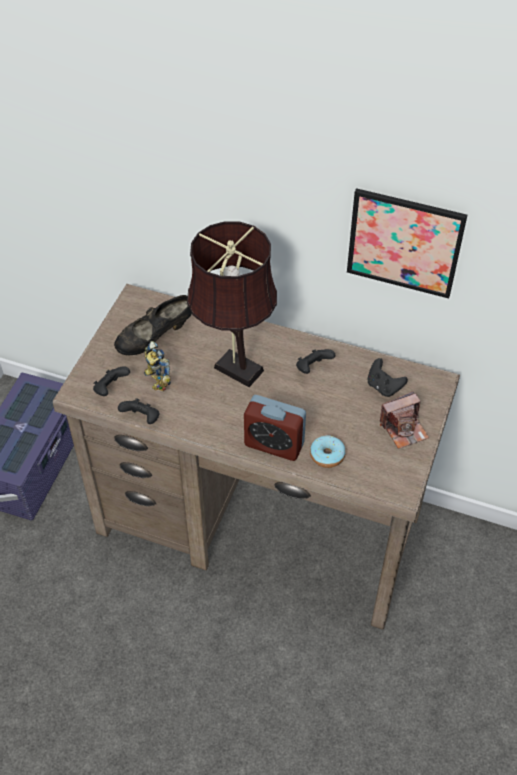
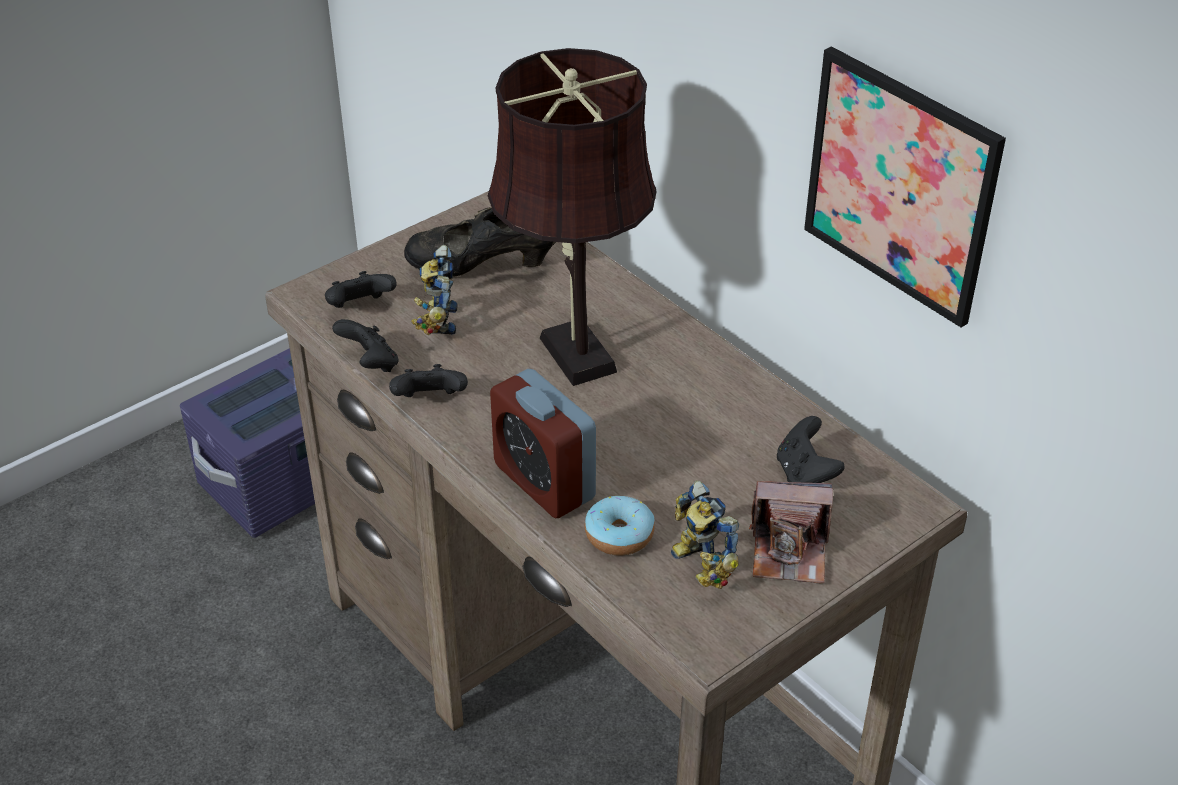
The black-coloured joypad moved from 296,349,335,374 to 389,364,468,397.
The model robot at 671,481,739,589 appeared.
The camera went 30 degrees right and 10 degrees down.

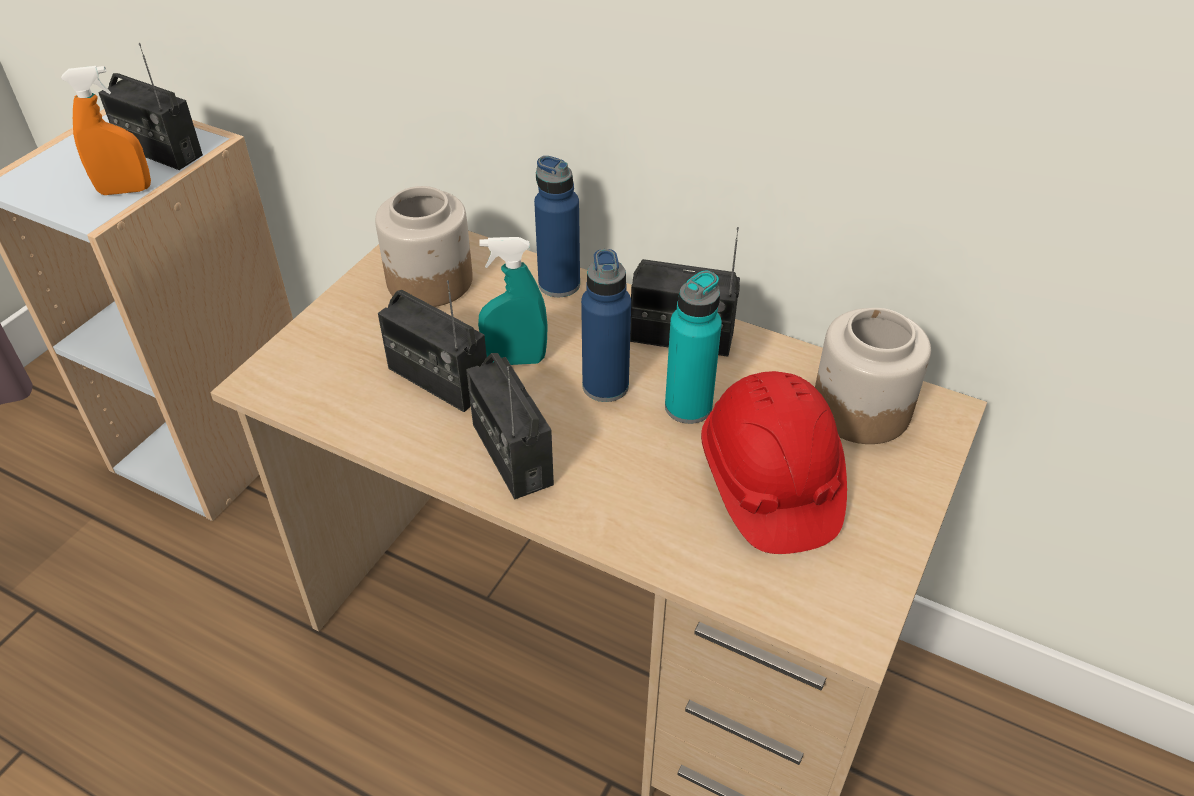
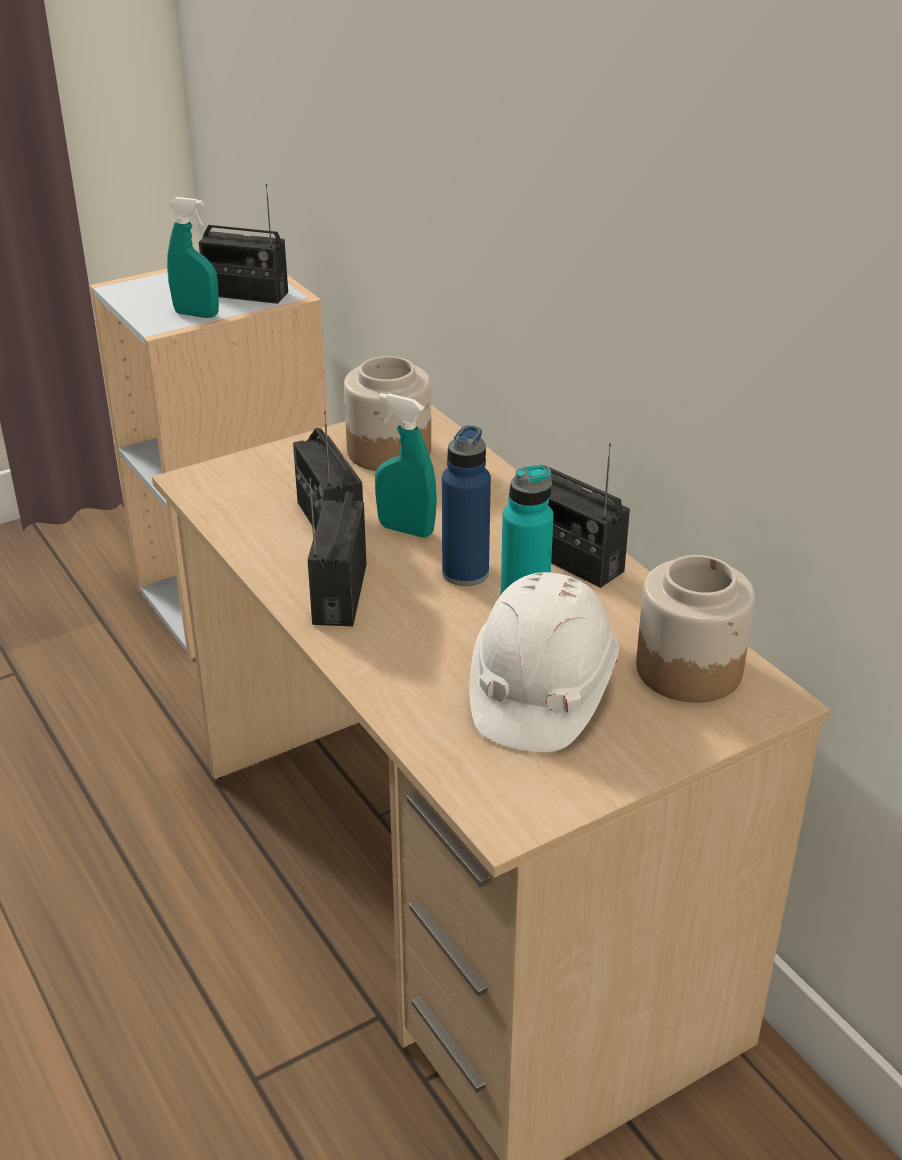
The orange-coloured spray bottle at 61,66,151,195 became the blue-green spray bottle at 167,197,219,318.
The radio receiver at 98,43,203,170 turned 45 degrees counterclockwise.
The blue-coloured drink bottle at 534,156,580,297 disappeared.
The red work helmet at 701,371,847,554 became the whitish work helmet at 470,572,619,753.
The camera went 30 degrees right and 10 degrees down.

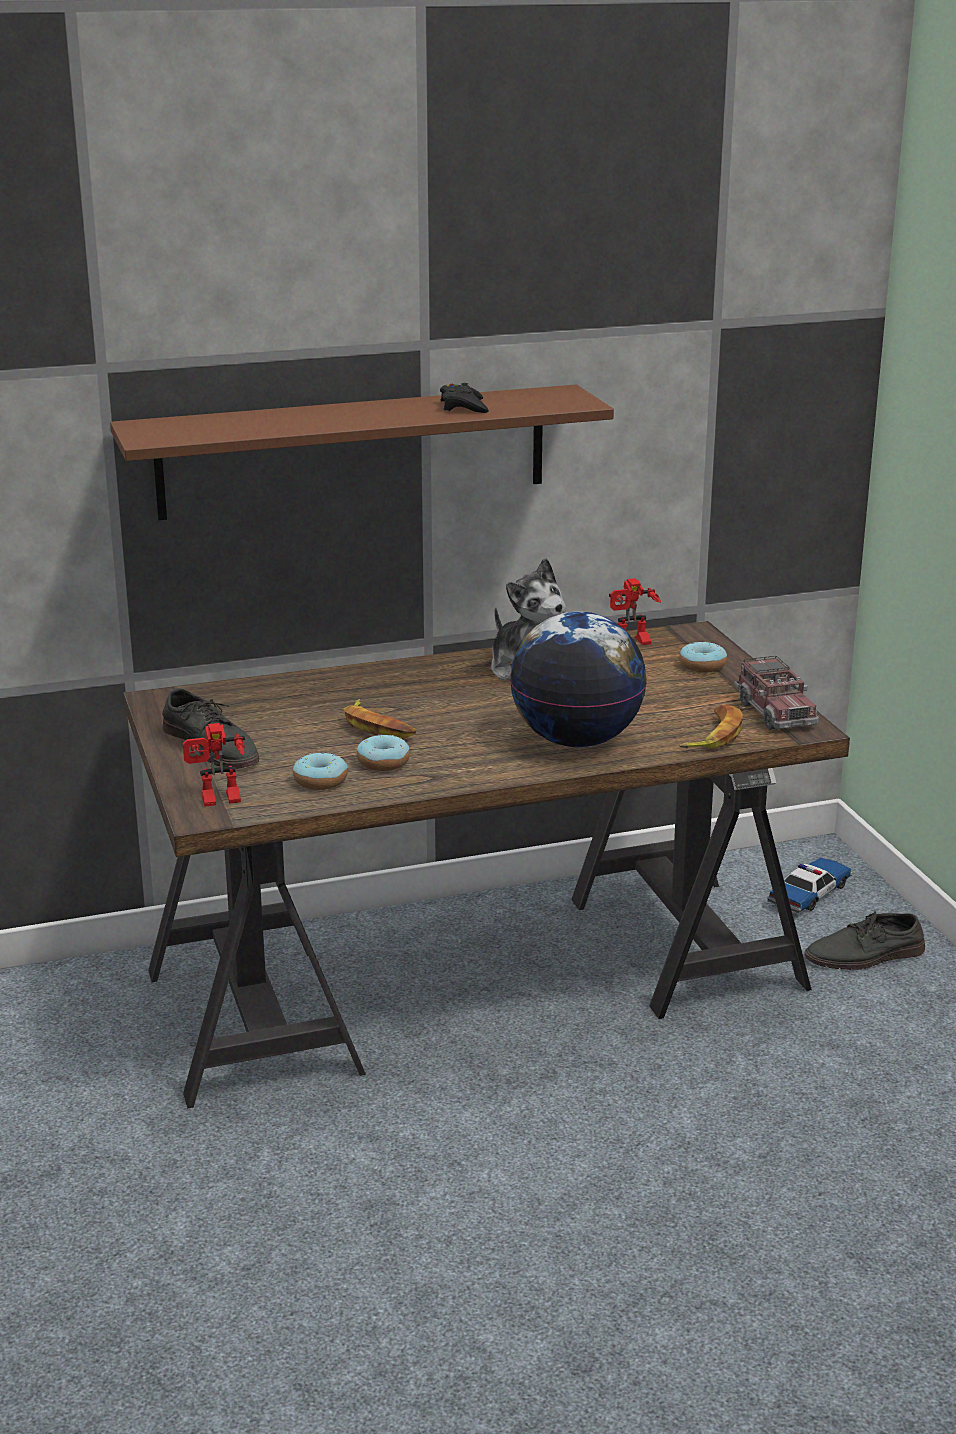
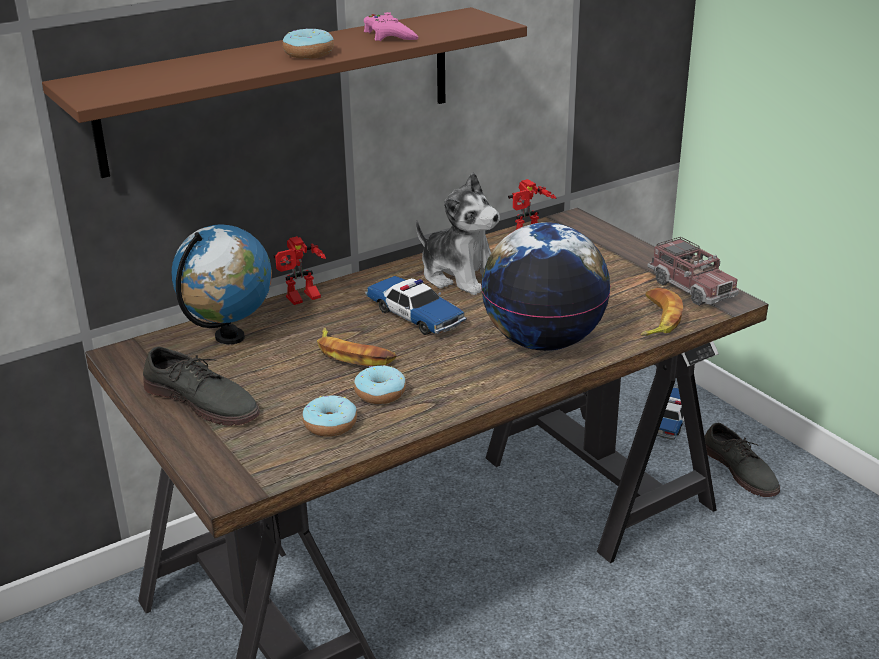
The model robot moved from 183,723,245,806 to 274,236,326,305.
The black-coloured joypad at 440,383,489,413 became the pink-coloured joypad at 364,12,418,41.
The donut moved from 679,642,727,672 to 283,28,334,59.
The greyish low shoe at 804,911,925,970 turned 90 degrees counterclockwise.
The desk globe at 172,224,272,344 appeared.
The miniature car at 365,276,467,335 appeared.
The camera went 15 degrees left and 5 degrees up.

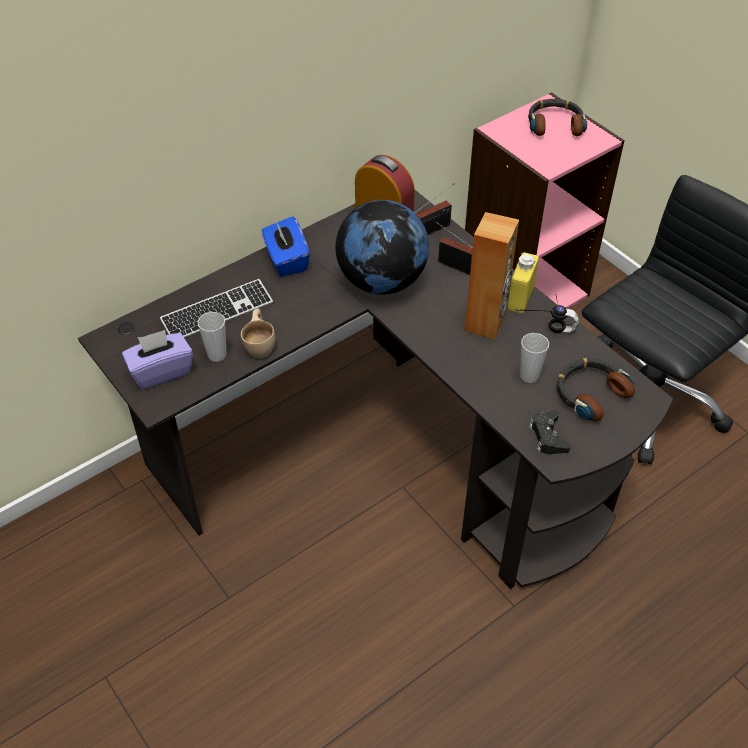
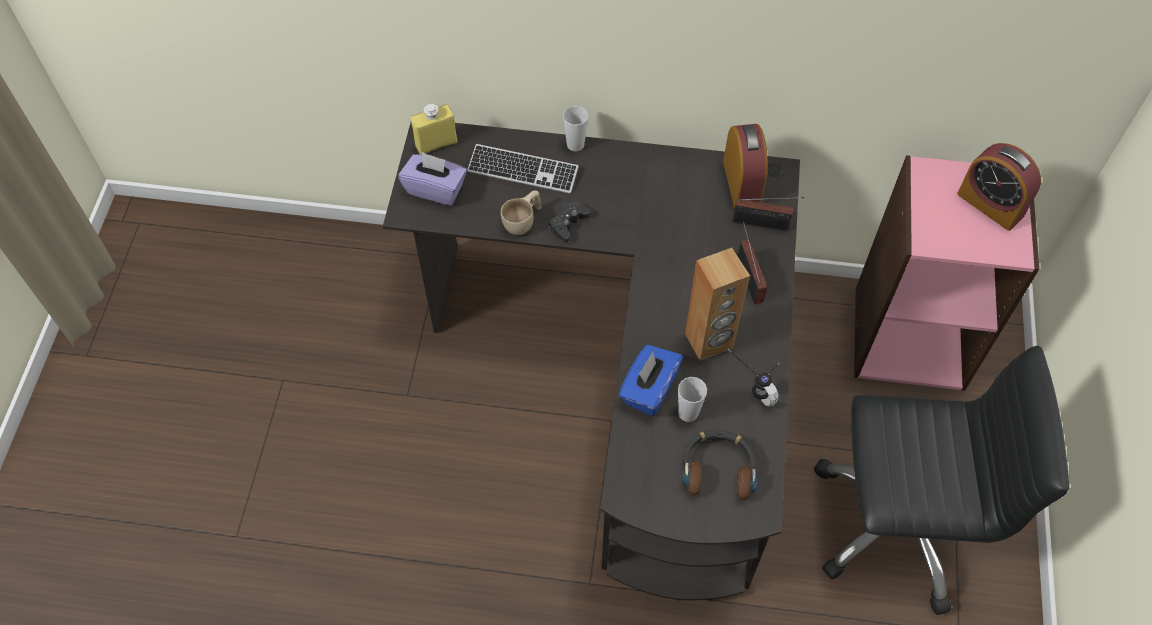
The small cup moved from 198,312,227,362 to 563,106,588,152.
The blue-coloured box of tissues moved from 262,216,310,277 to 619,345,683,416.
The desk globe at 336,200,429,294 disappeared.
The yellow-coloured drink bottle moved from 507,252,539,314 to 411,104,457,155.
The headphones at 528,99,587,136 was replaced by the alarm clock at 957,143,1041,231.
The black-coloured joypad moved from 529,410,571,454 to 549,201,591,243.
The camera went 45 degrees right and 10 degrees up.

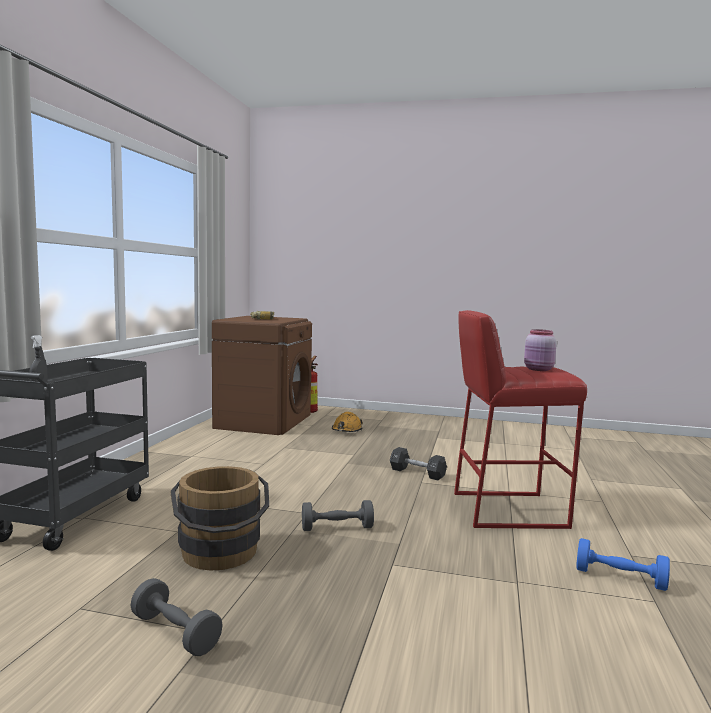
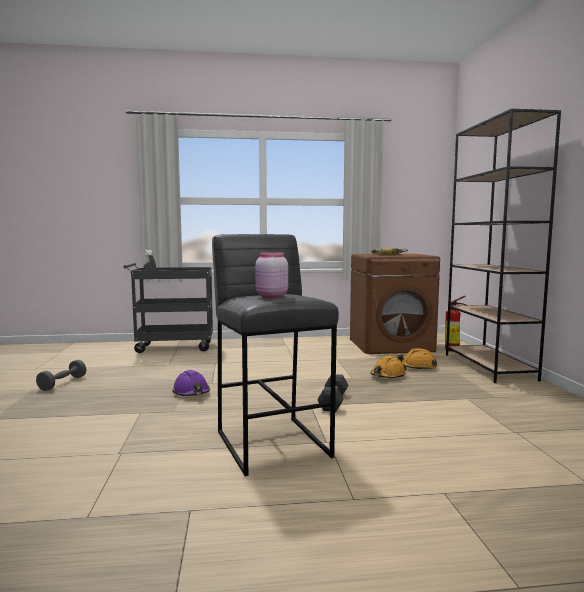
The brown-coloured pail at 170,466,269,571 disappeared.
The greyish dumbbell at 302,500,374,531 was replaced by the purple work helmet at 172,370,210,396.
The red stool seat at 454,310,587,529 became the greyish stool seat at 212,234,339,476.
The blue-coloured dumbbell at 576,538,670,591 disappeared.
The orange-coloured work helmet at 370,356,407,378 appeared.
The sand-coloured bookcase at 446,109,561,383 appeared.
The camera went 70 degrees right and 0 degrees up.

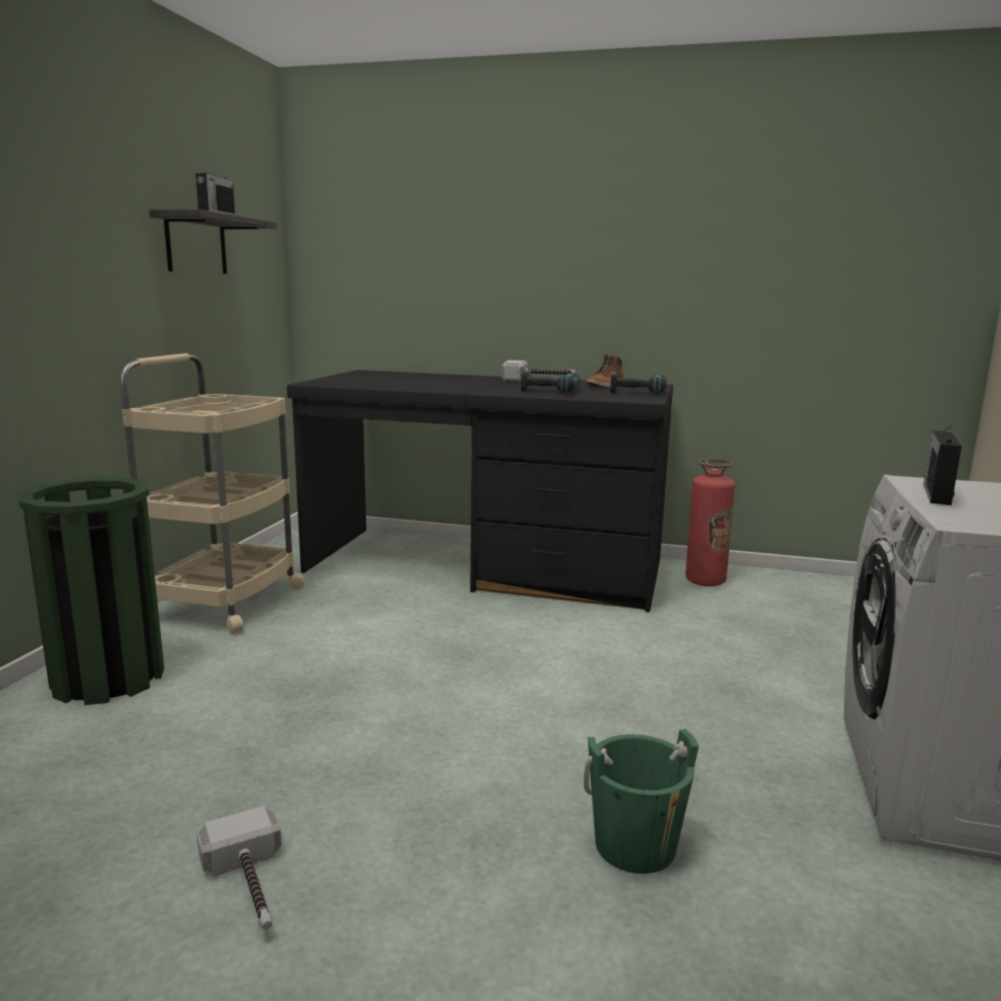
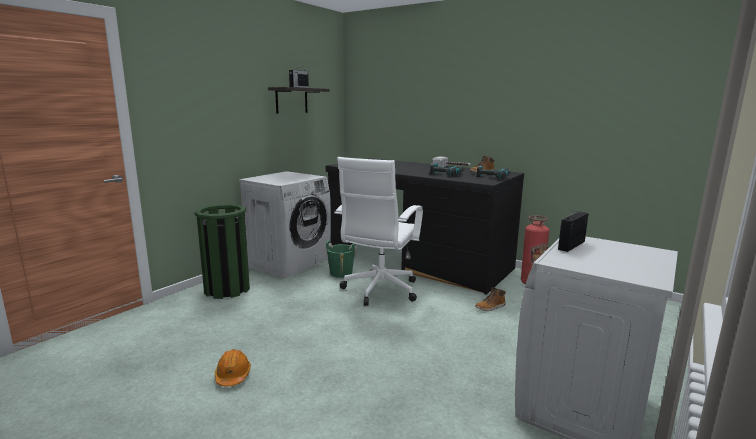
The sand-coloured trolley at 120,353,305,634 was replaced by the whitish washing machine at 239,171,331,278.
The tool hammer at 197,806,282,930 was replaced by the orange-coloured work helmet at 215,349,251,387.
The green pail moved from 584,729,699,874 to 326,240,357,278.
The whitish desk chair at 334,157,423,306 appeared.
The high-top boot at 475,287,506,311 appeared.
The camera went 20 degrees right and 0 degrees up.

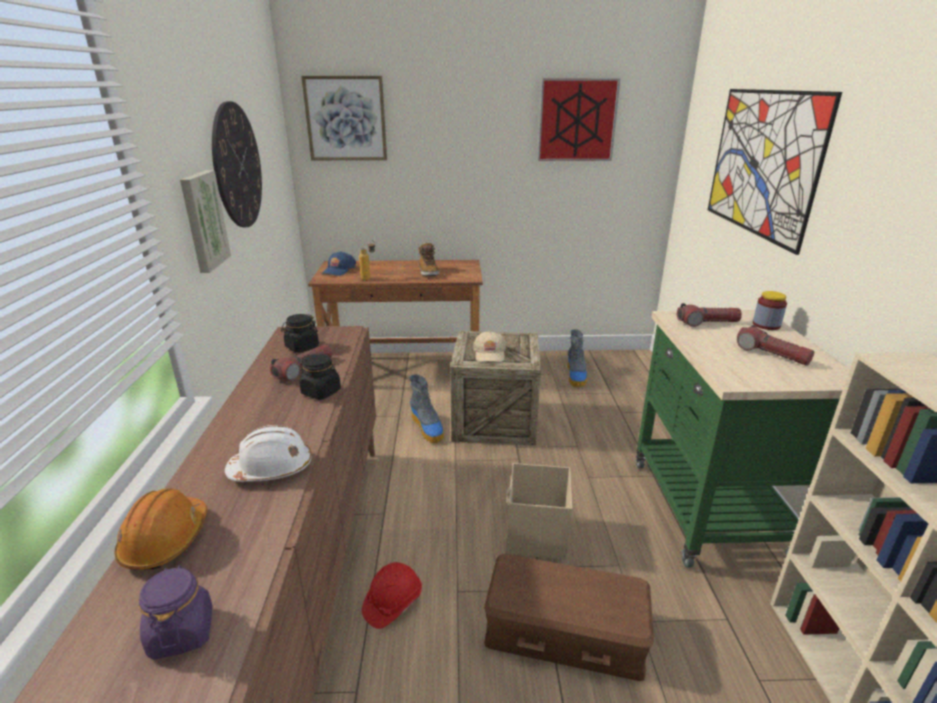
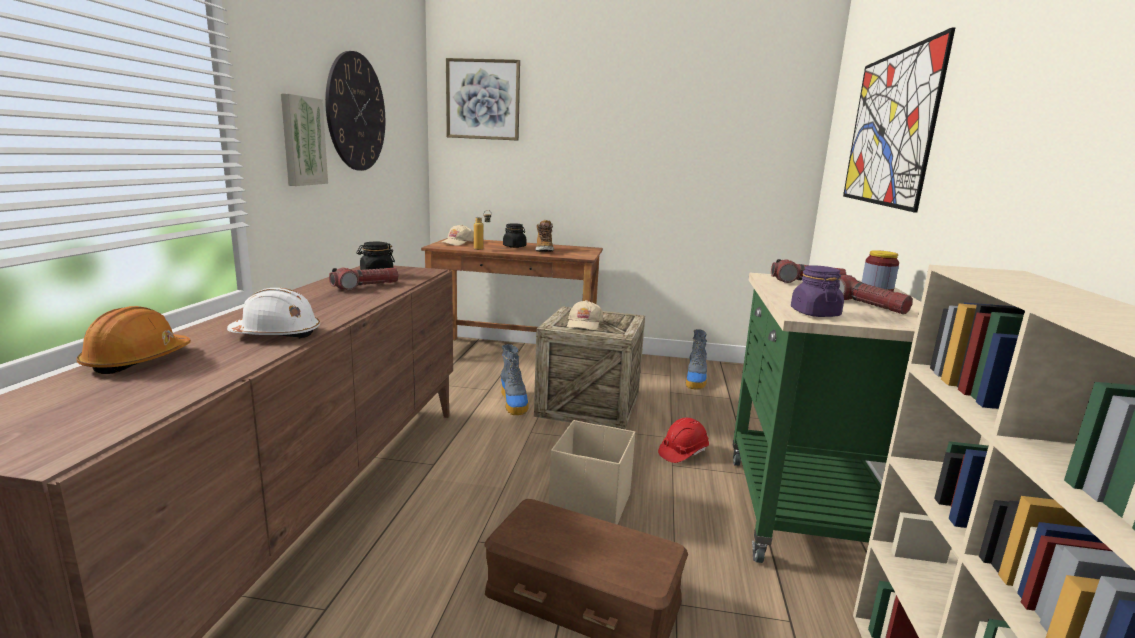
The purple preserve jar moved from 139,565,213,660 to 791,265,844,317.
The black-coloured preserve jar moved from 299,354,341,400 to 503,223,526,248.
The blue-coloured baseball cap at 322,251,356,276 became the sand-coloured baseball cap at 440,225,474,246.
The red work helmet moved from 362,562,422,629 to 658,418,709,463.
The picture at 538,79,620,161 disappeared.
The camera went 10 degrees right and 10 degrees down.

